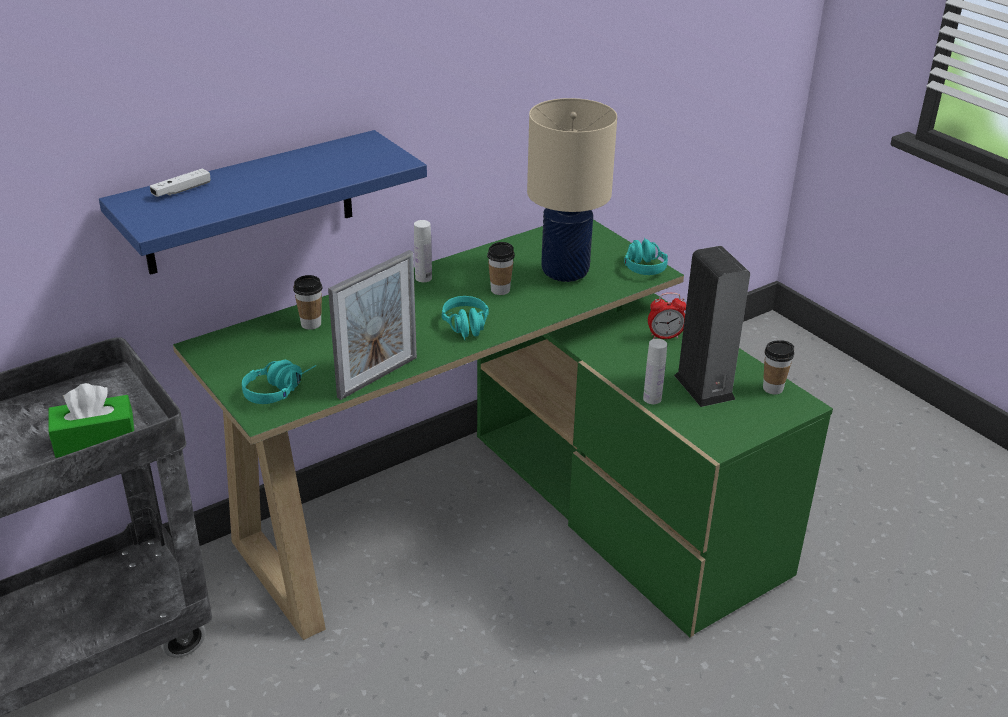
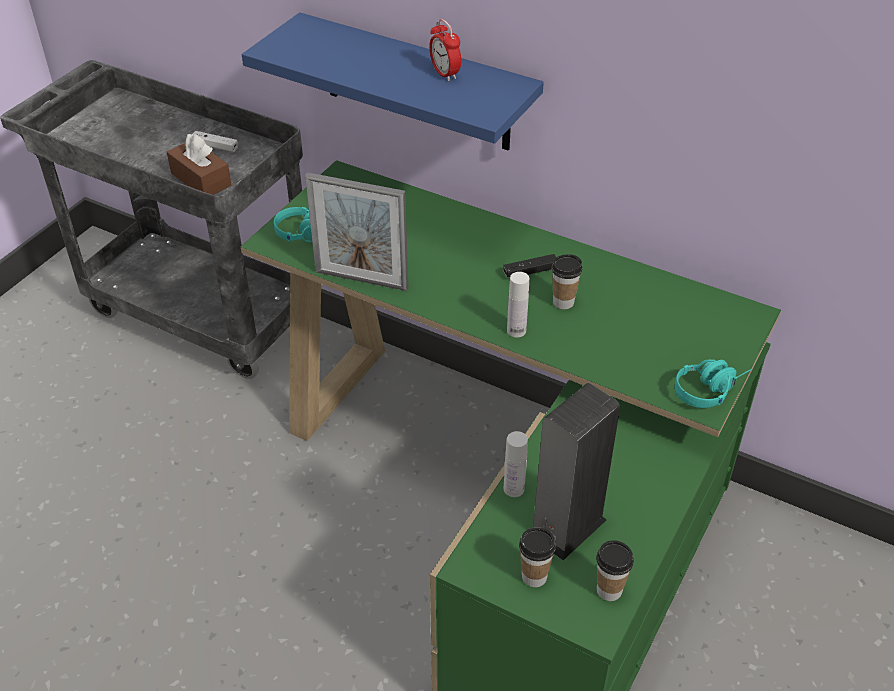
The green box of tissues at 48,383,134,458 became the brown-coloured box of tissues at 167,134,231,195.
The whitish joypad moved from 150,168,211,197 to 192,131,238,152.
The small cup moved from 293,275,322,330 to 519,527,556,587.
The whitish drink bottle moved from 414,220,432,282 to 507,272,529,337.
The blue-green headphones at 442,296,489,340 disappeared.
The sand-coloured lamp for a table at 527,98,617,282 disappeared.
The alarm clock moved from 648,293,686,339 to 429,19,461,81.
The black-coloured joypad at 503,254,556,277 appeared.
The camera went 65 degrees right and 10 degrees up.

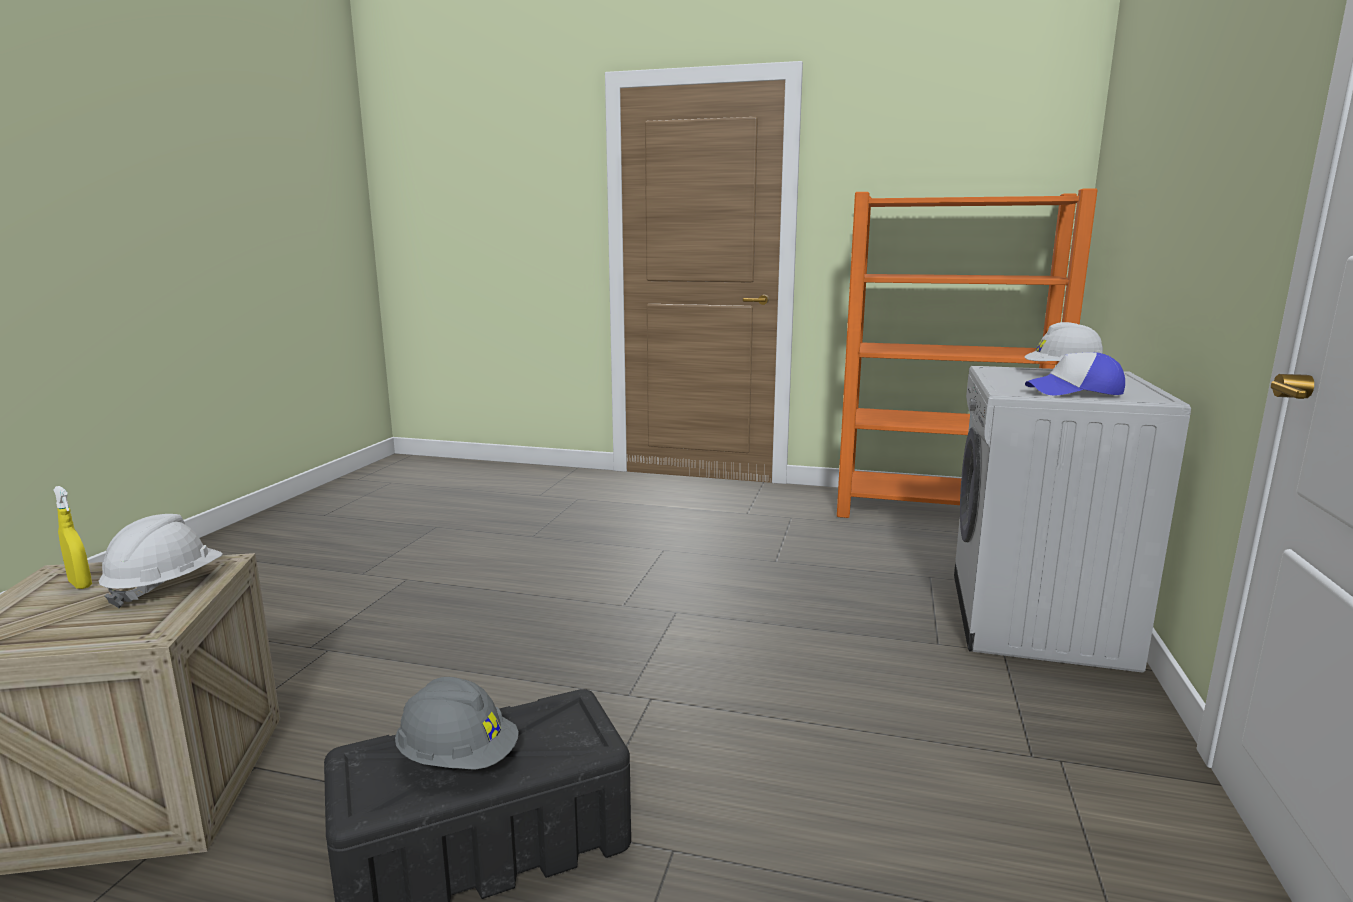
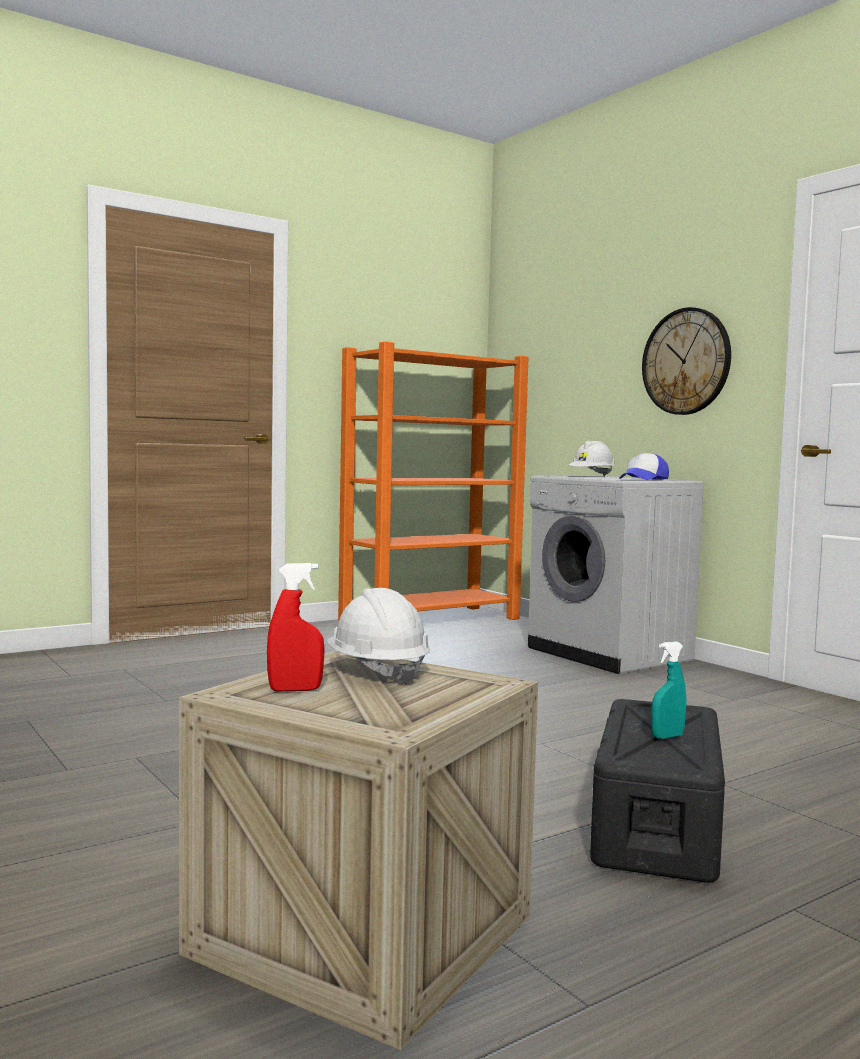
The yellow-coloured spray bottle at 54,486,92,589 became the red spray bottle at 267,563,325,691.
The greyish work helmet at 395,677,519,770 was replaced by the blue-green spray bottle at 651,642,686,739.
The clock on the wall at 642,307,731,415 appeared.
The camera went 50 degrees left and 10 degrees down.

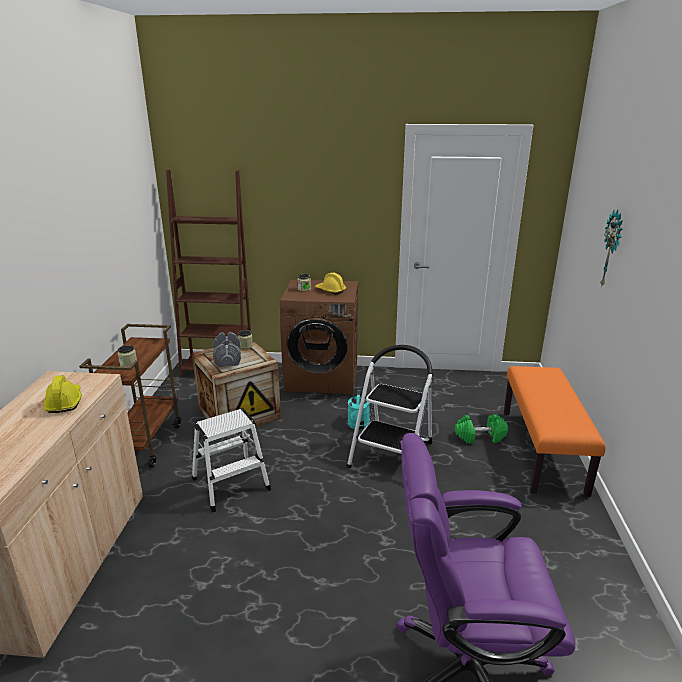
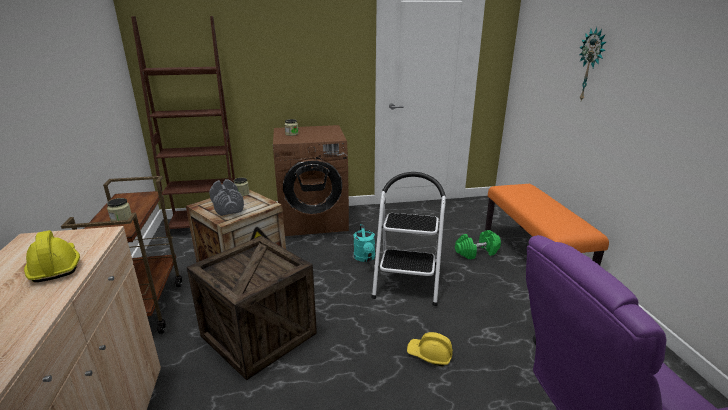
The whitish step ladder at 192,408,271,513 was replaced by the crate at 187,236,317,381.
The yellow-coloured work helmet moved from 315,272,346,295 to 407,332,453,366.
The camera went 15 degrees left and 0 degrees up.

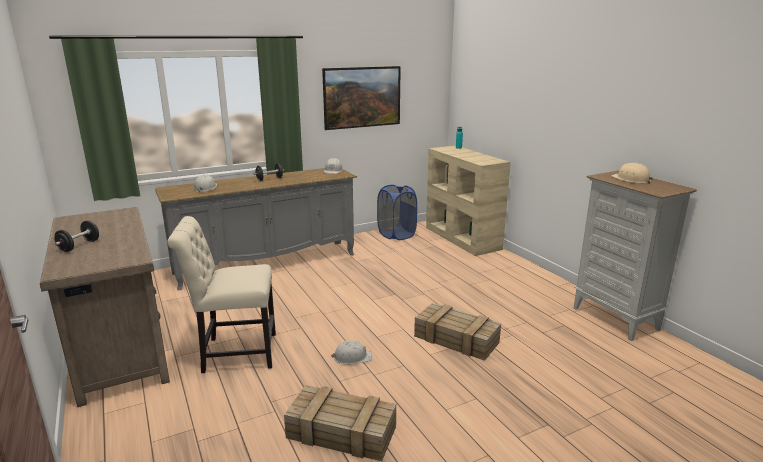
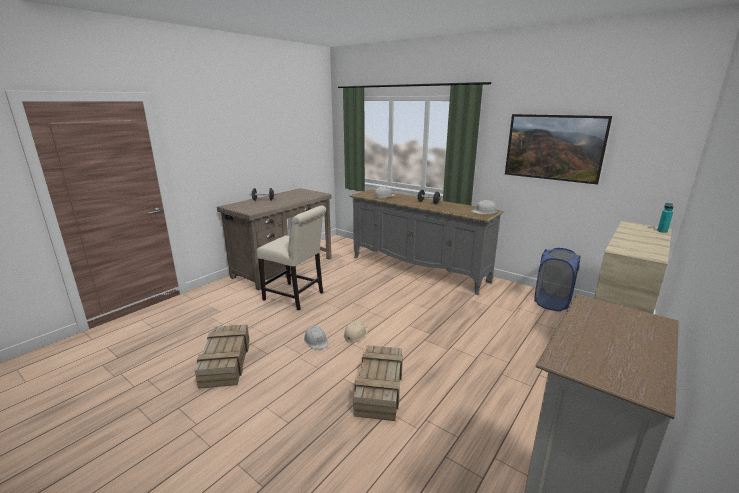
The sand-coloured upright chair at 167,216,276,373 turned 150 degrees clockwise.
The sand-coloured work helmet moved from 611,163,653,184 to 343,321,369,342.
The camera went 65 degrees right and 0 degrees up.

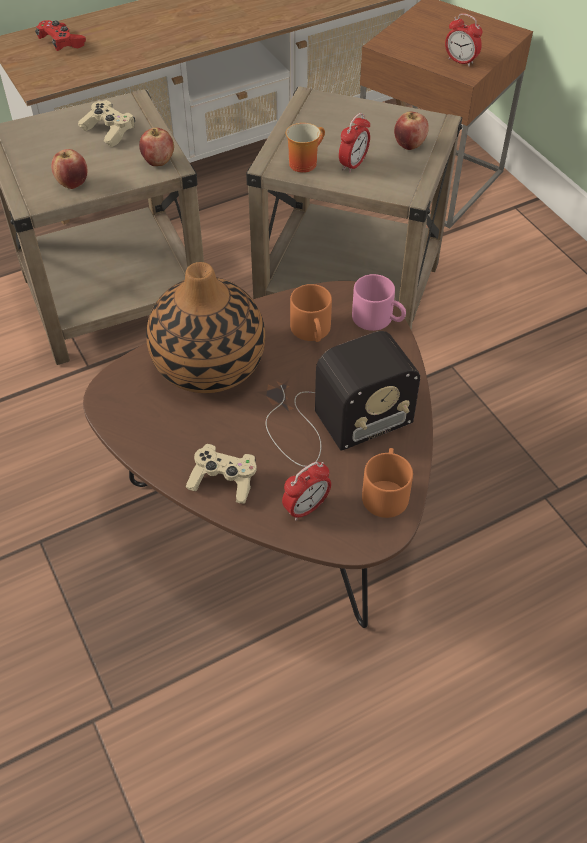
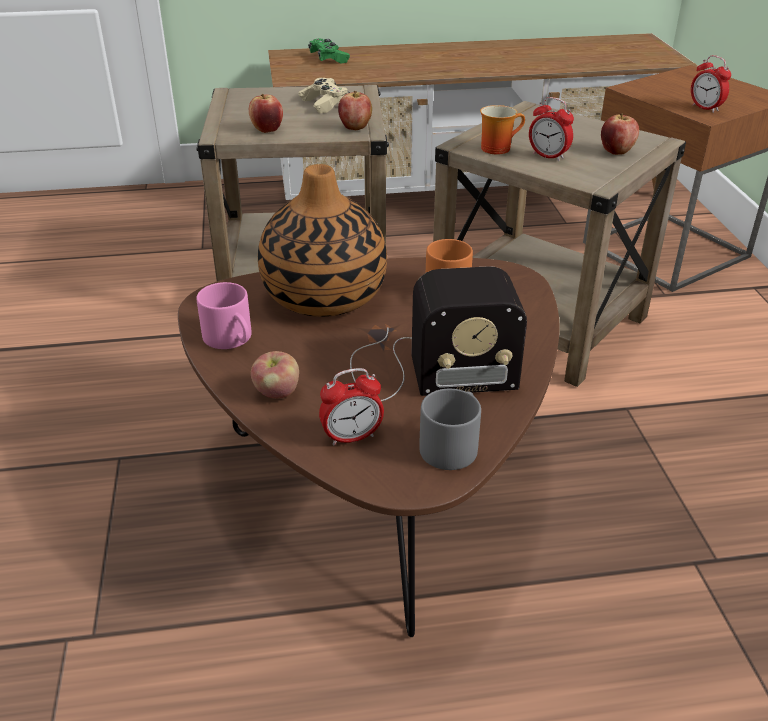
The red joypad at 35,20,86,51 became the green joypad at 308,39,350,64.
The sand-coloured joypad at 186,444,257,504 was replaced by the whole apple at 251,351,299,399.
The alarm clock at 339,113,370,173 turned 75 degrees clockwise.
The pink-coloured coffee mug moved from 352,274,406,331 to 196,282,252,349.
The orange-coloured coffee mug at 362,448,413,518 became the greyish coffee mug at 419,389,481,470.
The camera went 20 degrees right and 15 degrees down.

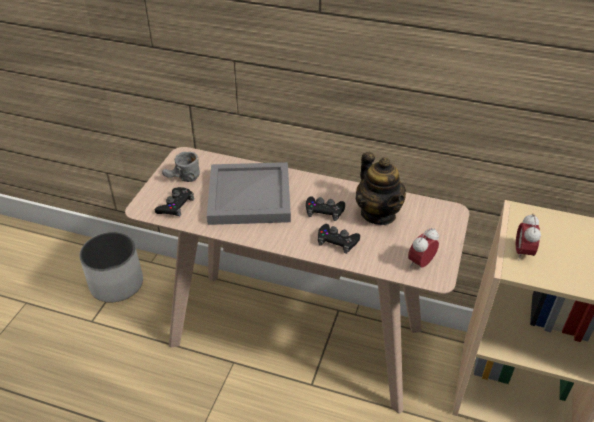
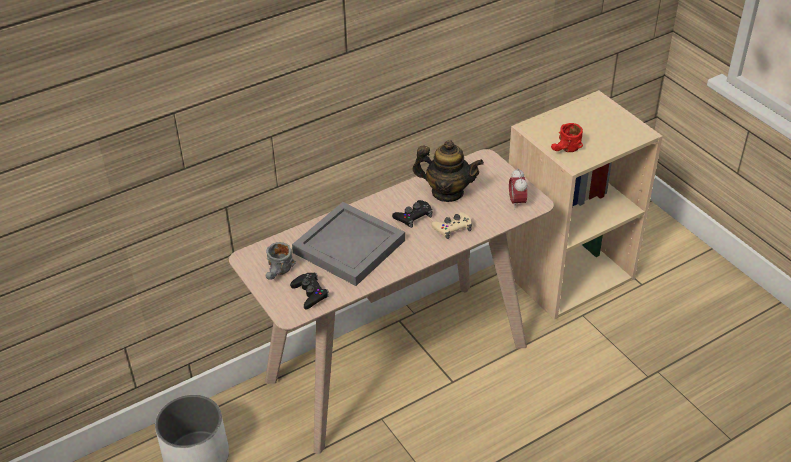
The black-coloured joypad at 318,224,360,254 became the sand-coloured joypad at 431,212,472,239.
The alarm clock at 516,213,541,261 was replaced by the red coffee mug at 551,123,583,152.
The camera went 50 degrees left and 0 degrees up.

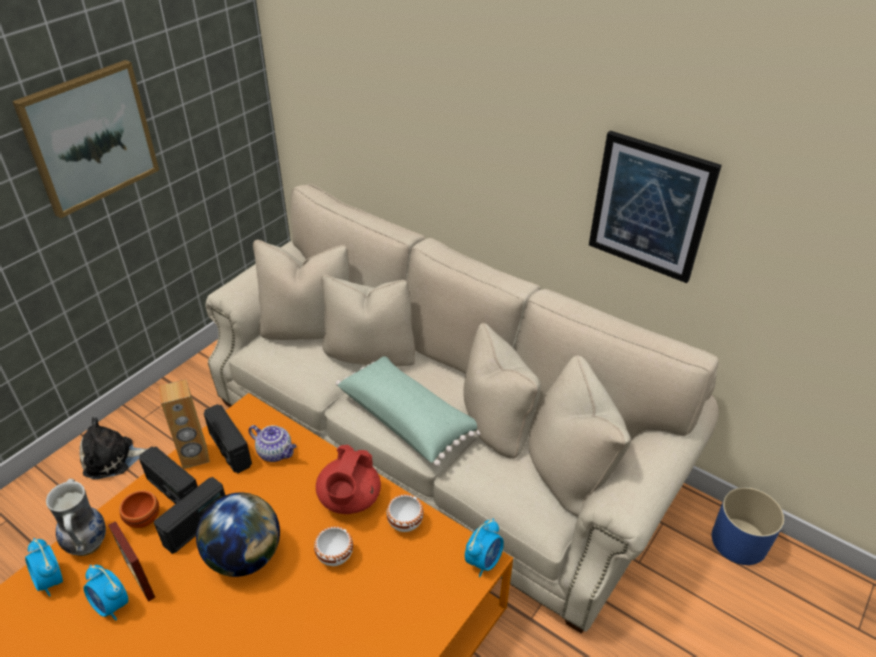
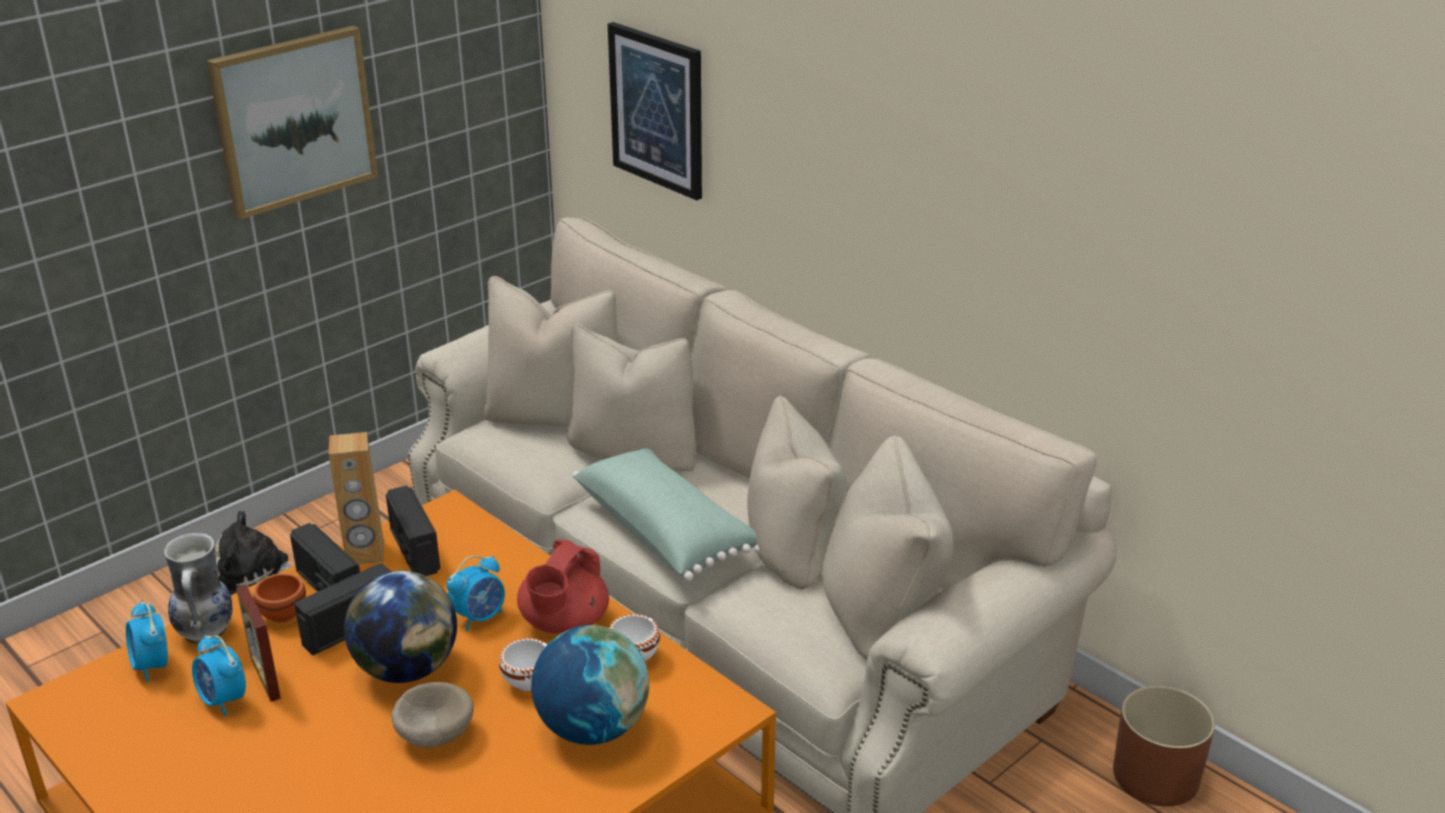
The teapot at 249,425,297,462 disappeared.
The alarm clock moved from 465,519,504,577 to 447,556,505,631.
The picture moved from 589,131,722,283 to 608,22,702,200.
The blue-coloured plant pot at 712,487,784,565 became the brown-coloured plant pot at 1113,686,1215,806.
The sand-coloured deep dish at 392,682,474,748 appeared.
The desk globe at 531,625,649,745 appeared.
The camera went 10 degrees right and 10 degrees down.

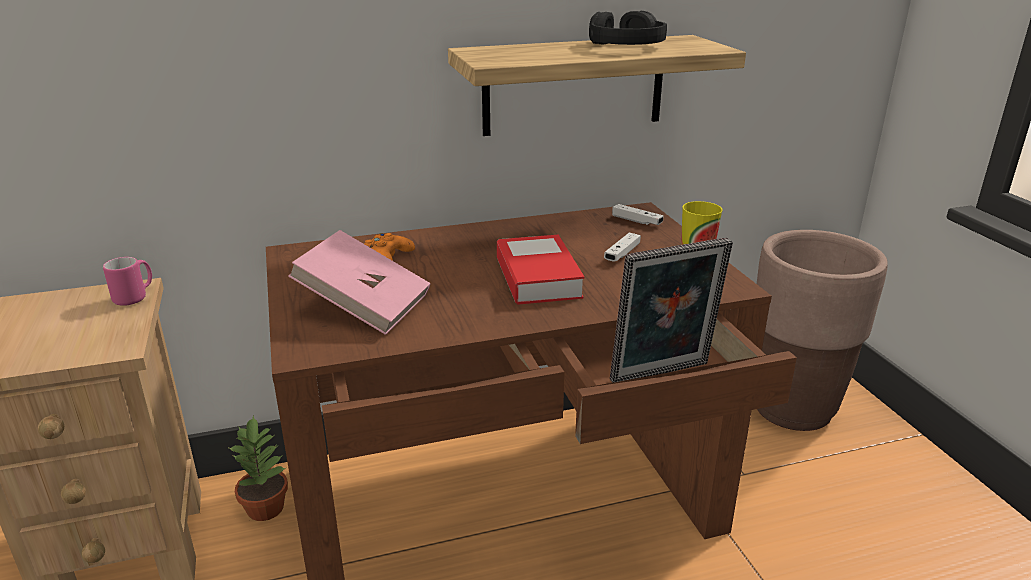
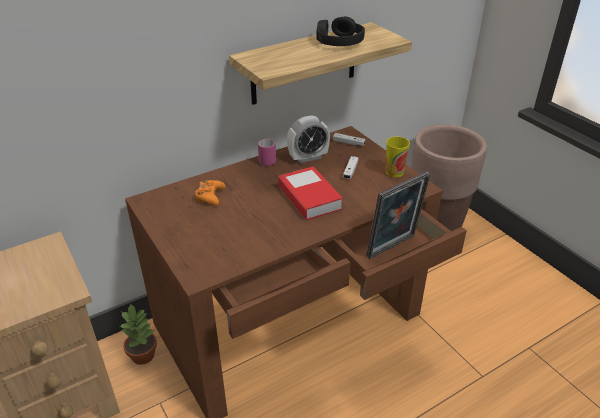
The pink-coloured coffee mug moved from 103,257,152,306 to 258,139,276,166.
The pink-coloured volume at 288,230,430,335 disappeared.
The alarm clock at 287,116,330,163 appeared.
The camera went 15 degrees left and 10 degrees up.

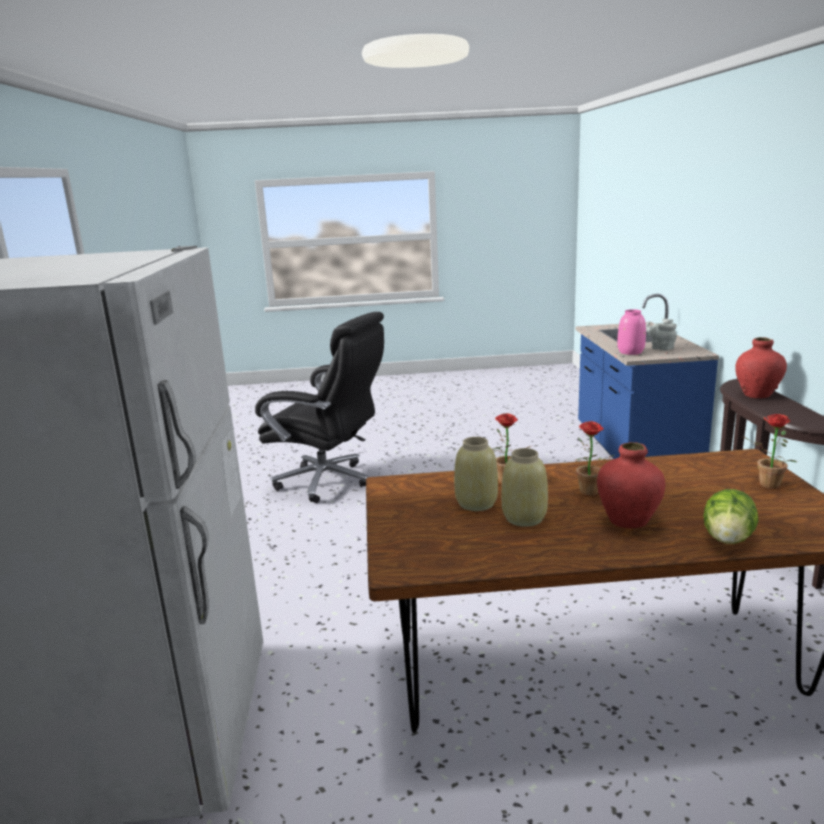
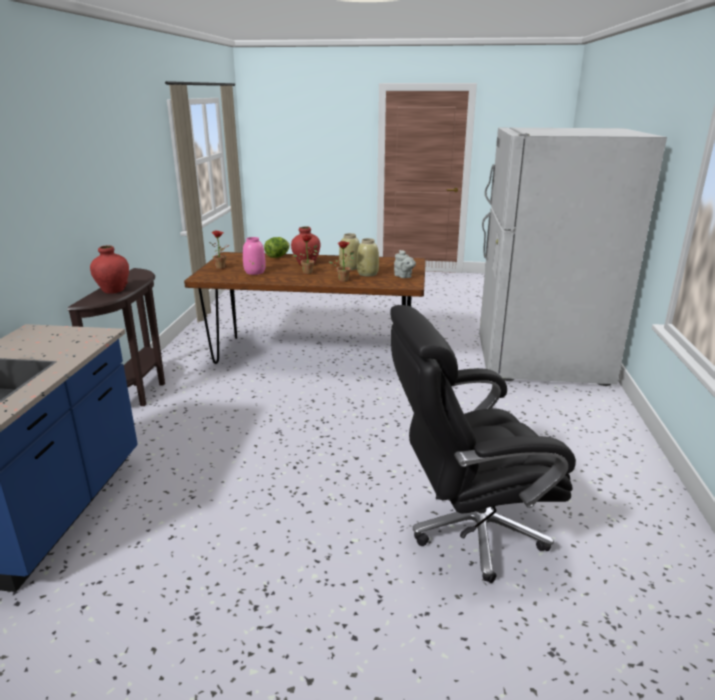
The black-coloured desk chair at 255,312,384,503 turned 45 degrees counterclockwise.
The pink-coloured flower vase moved from 617,309,646,355 to 243,237,266,275.
The greyish teapot moved from 646,319,677,350 to 394,250,416,278.
The camera went 170 degrees left and 5 degrees up.

